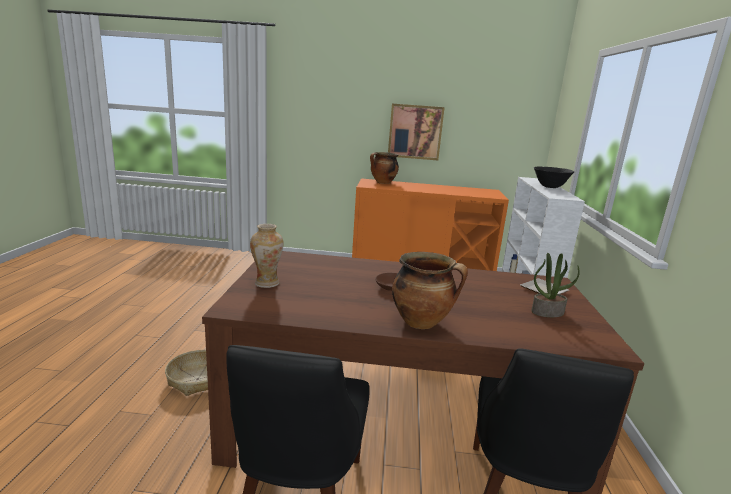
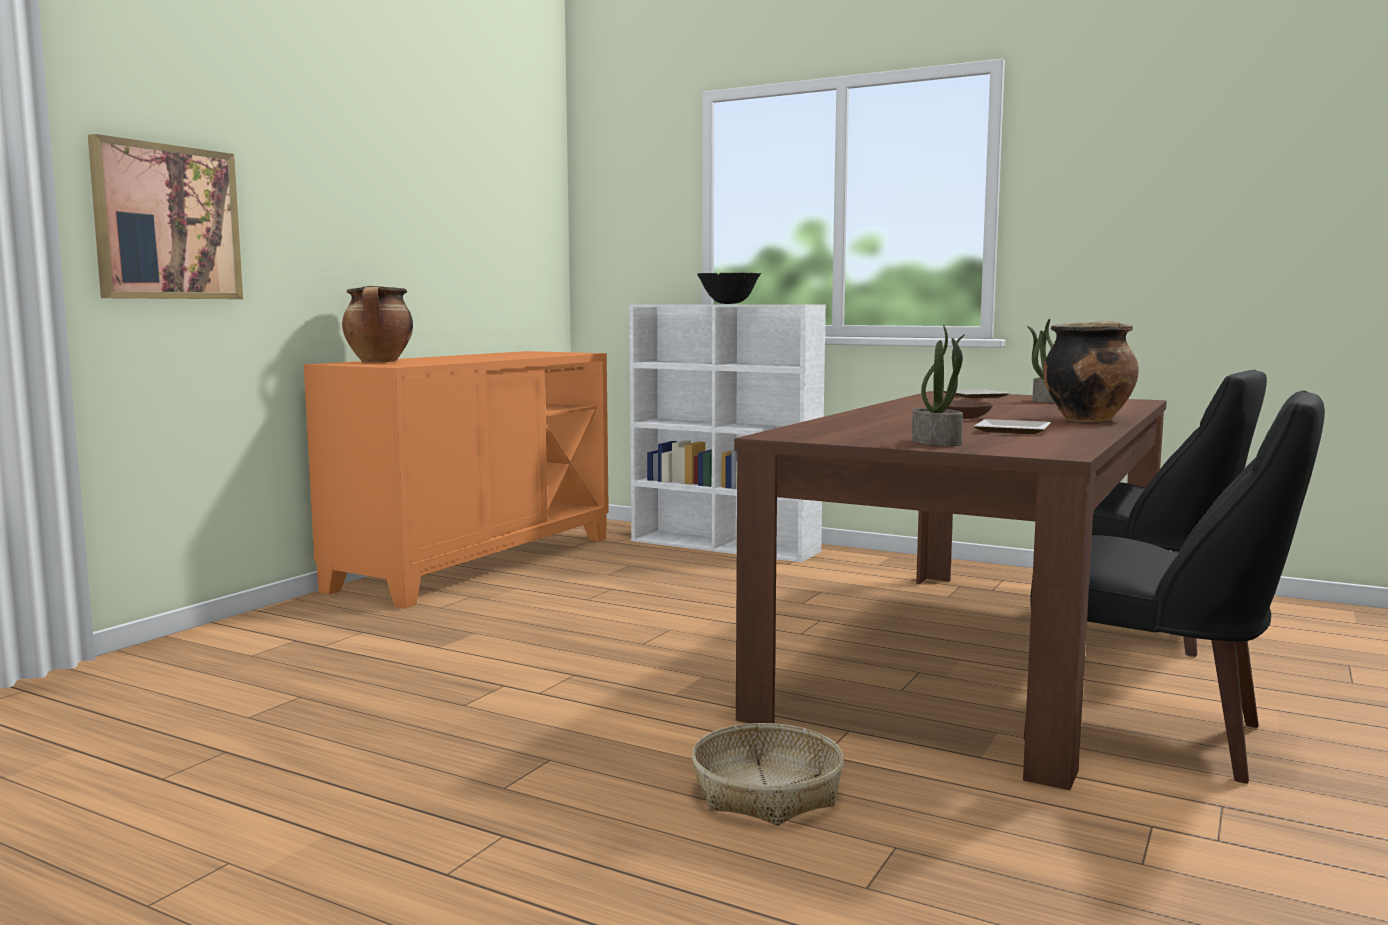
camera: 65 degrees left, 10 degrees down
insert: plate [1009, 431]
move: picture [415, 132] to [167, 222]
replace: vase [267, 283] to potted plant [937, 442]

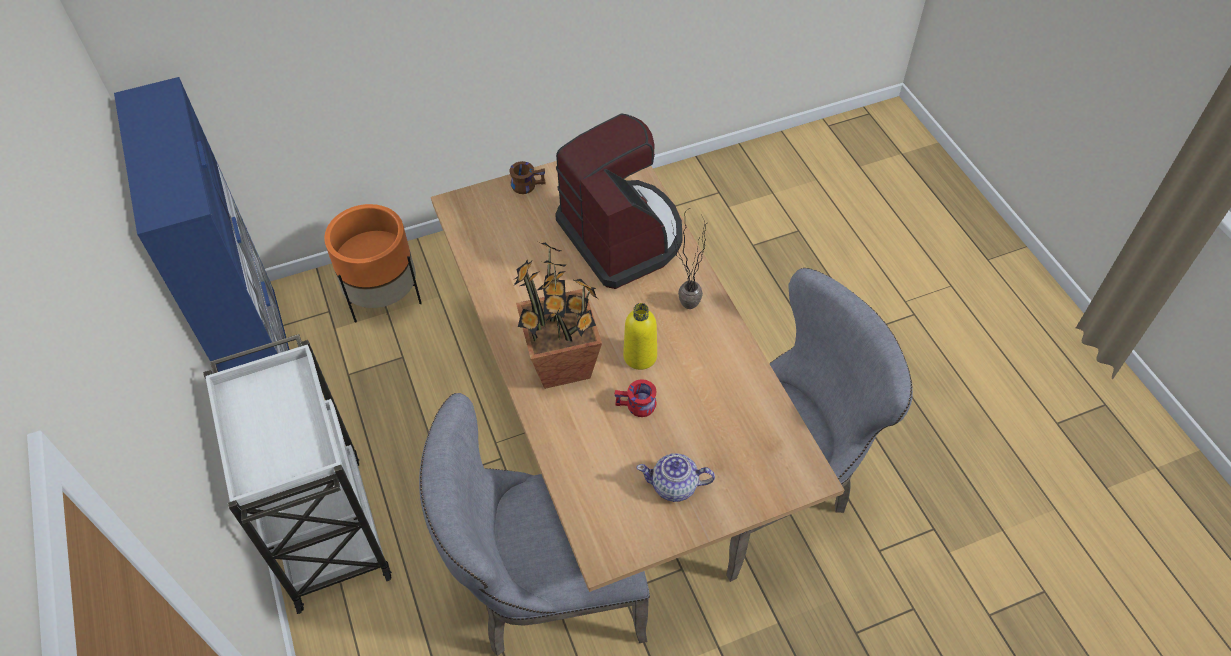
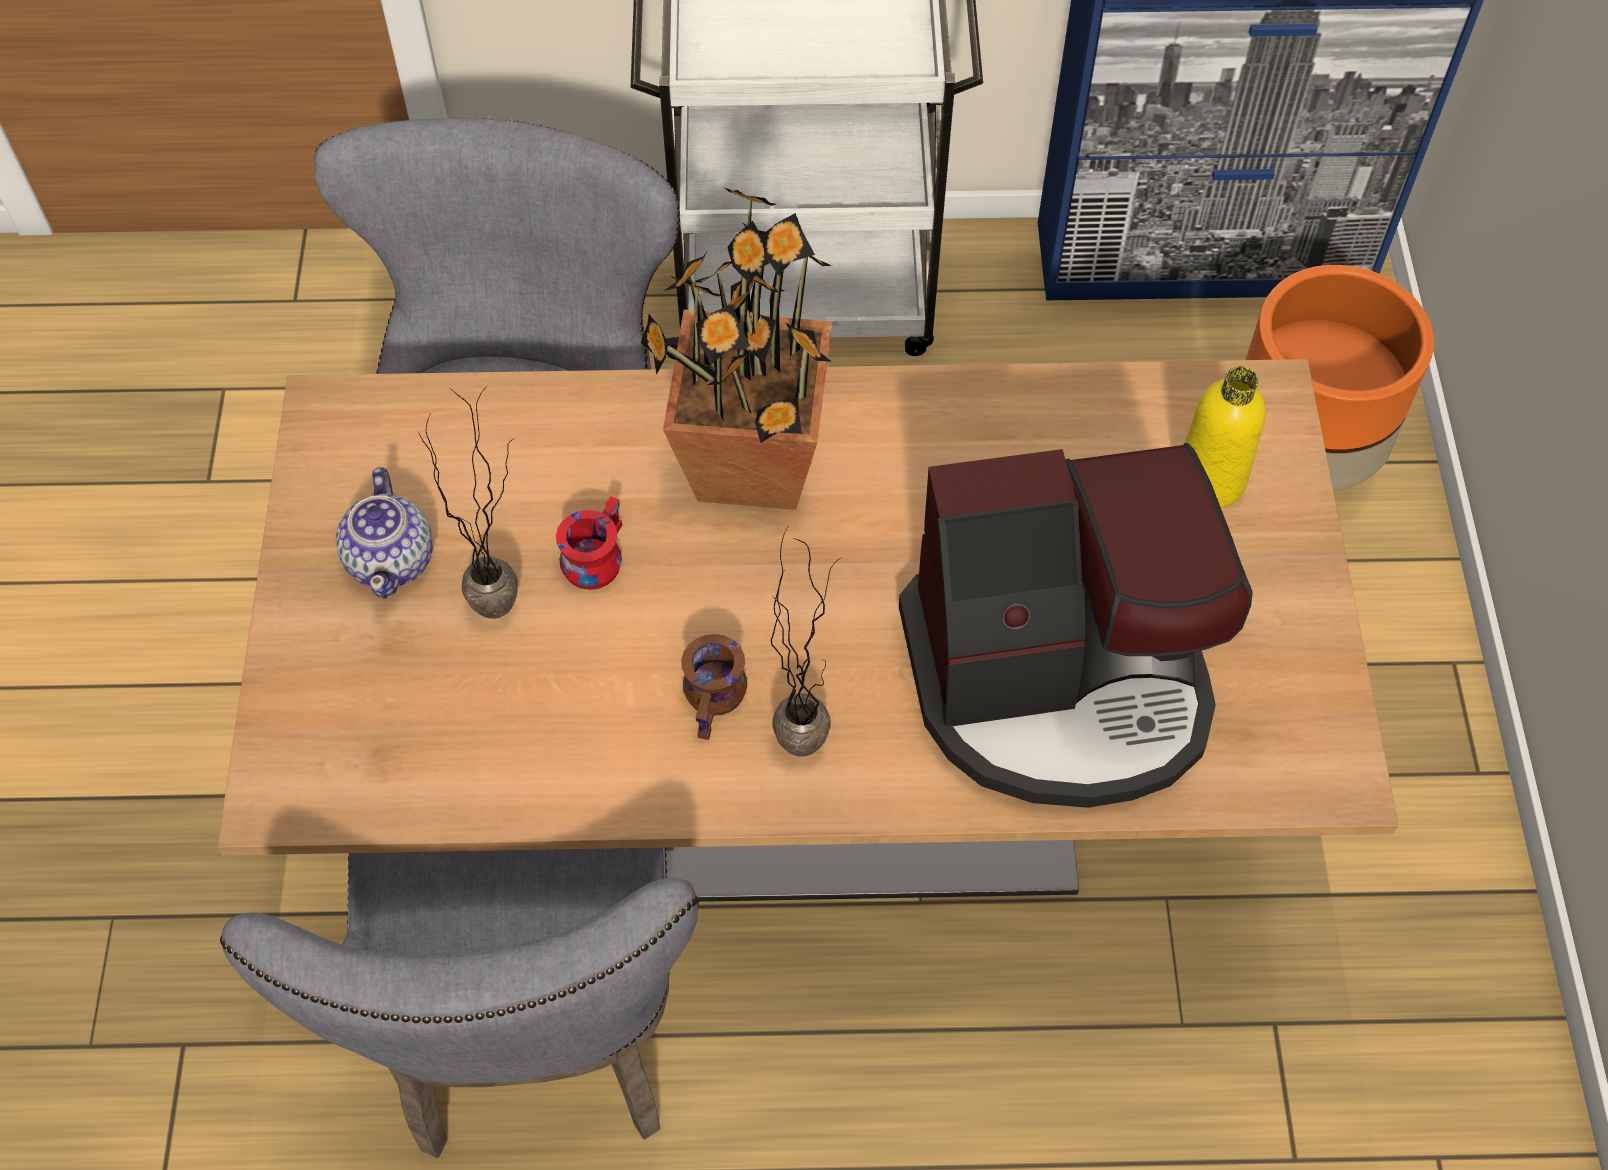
camera: 110 degrees right, 5 degrees up
insert: potted plant [509, 597]
move: brown mug [527, 184] to [718, 699]; yellow bottle [640, 356] to [1210, 480]
rotate: teapot [675, 486] = [392, 559] 150 degrees clockwise

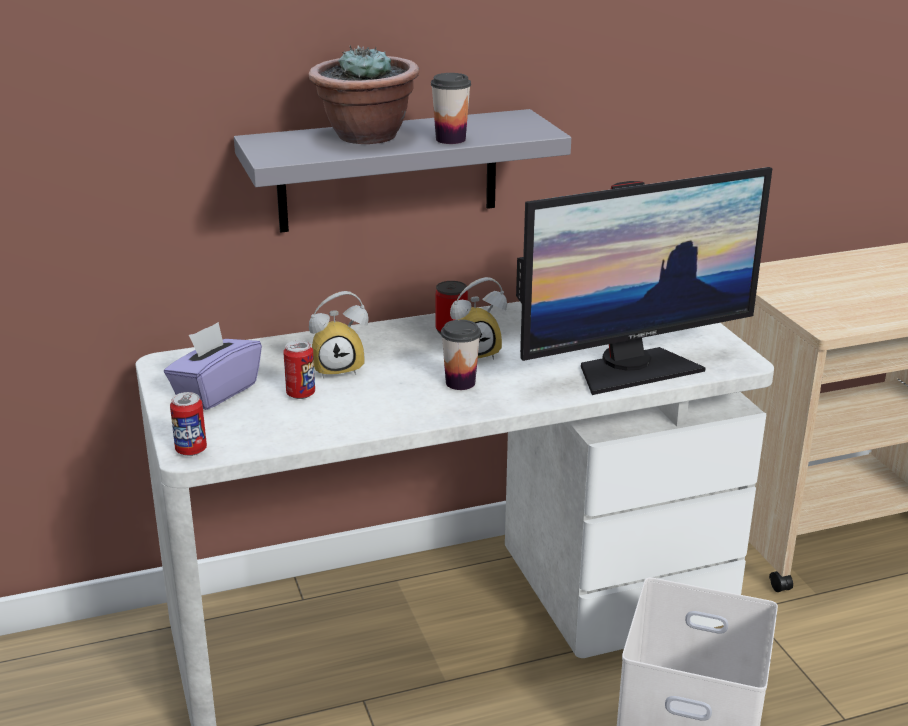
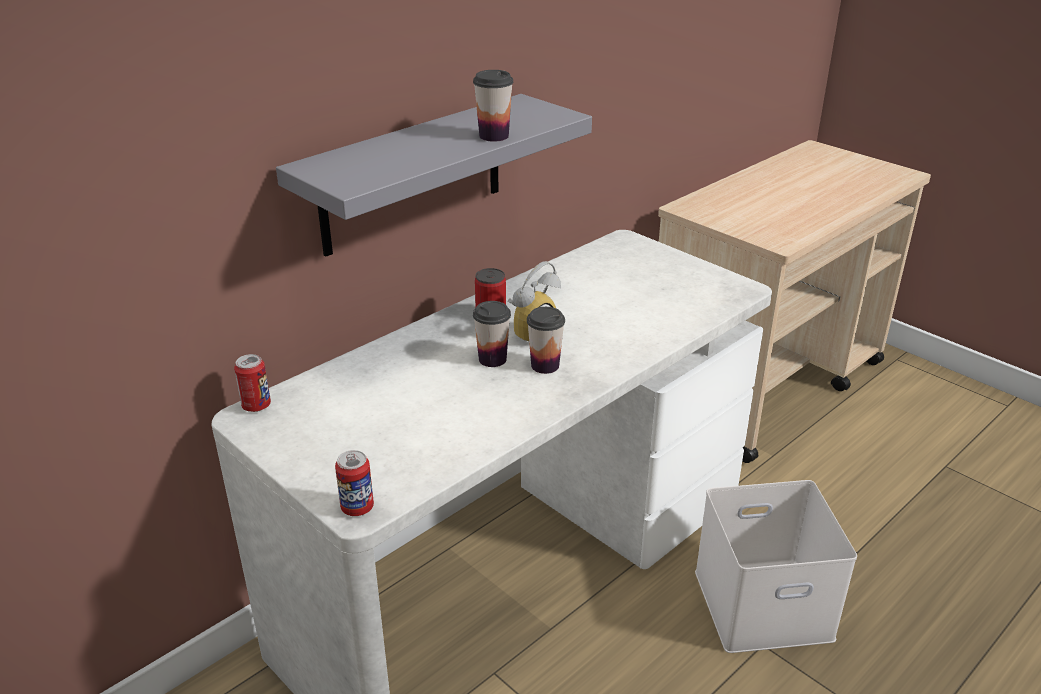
camera: 25 degrees left, 5 degrees up
delete: purple tissue box [215, 391]; potted plant [366, 136]; alarm clock [339, 368]; monitor [632, 368]
insert: cup [492, 359]
move: can [300, 394] to [256, 406]

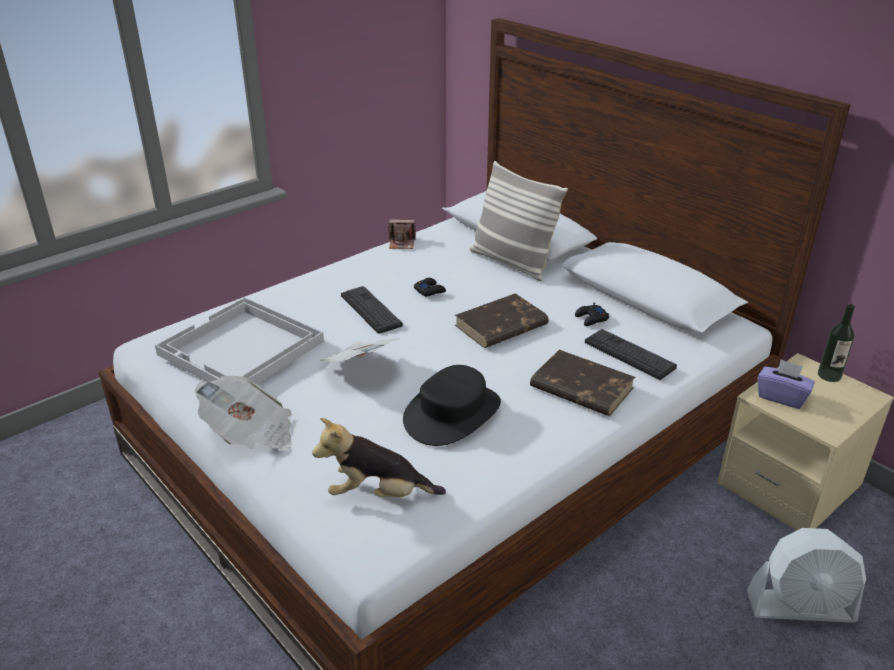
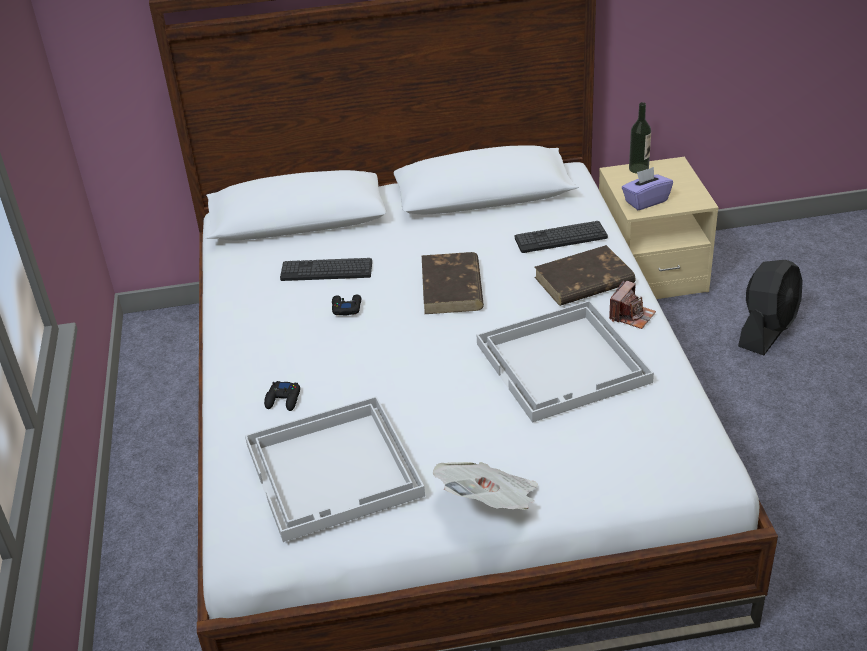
camera: 55 degrees left, 5 degrees up
delete: plush toy [378, 494]; newspaper [360, 367]; pillow [512, 262]
move: keyboard [370, 310] to [326, 270]; photo camera [402, 243] to [631, 315]; black game controller [591, 319] to [283, 400]
replace: black hat [452, 414] to white tray [564, 363]
recolor: white fan [801, 607] to black fan [767, 330]

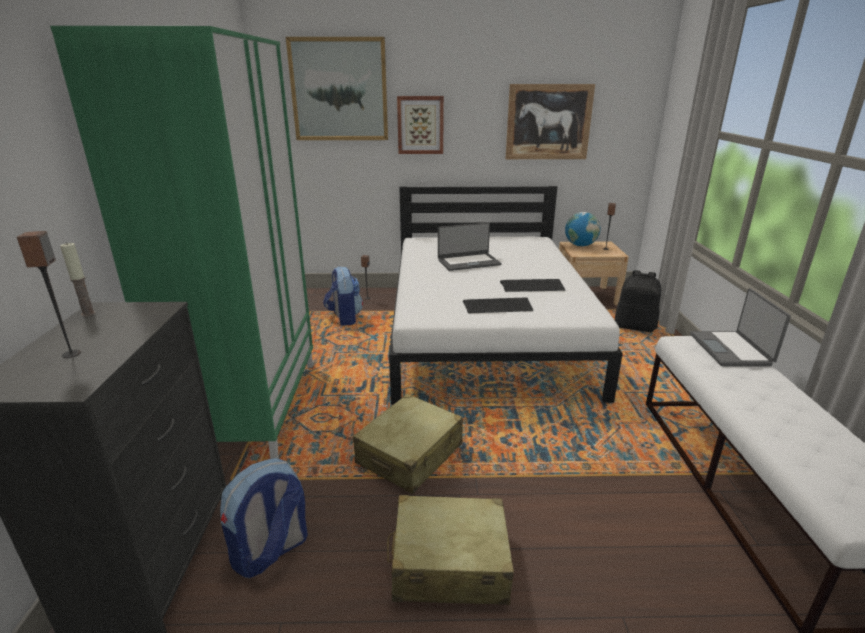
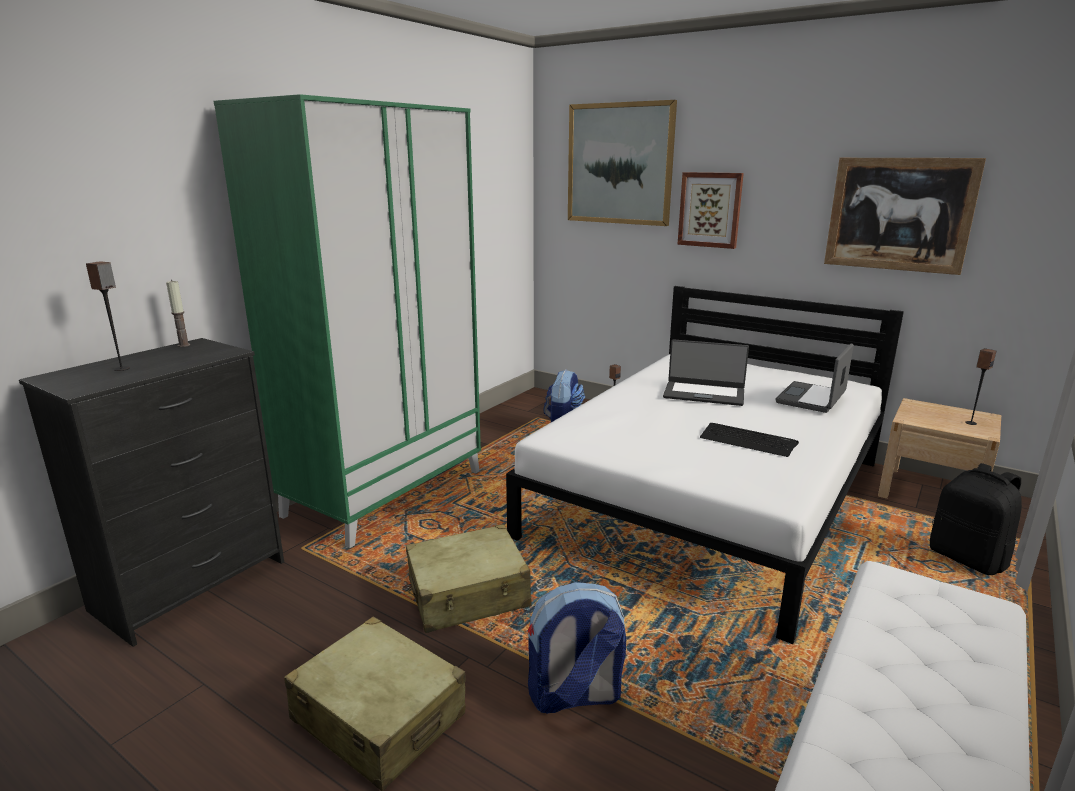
camera: 35 degrees right, 5 degrees down
delete: keyboard [497, 306]; globe [580, 245]
move: backpack [271, 552] to [574, 696]; laptop [731, 350] to [812, 399]

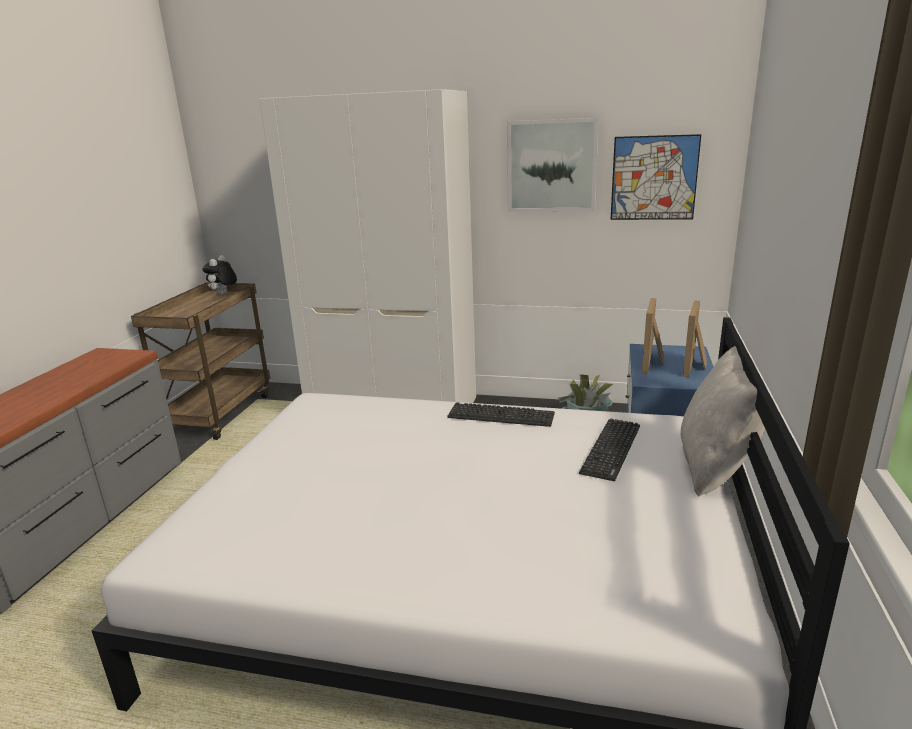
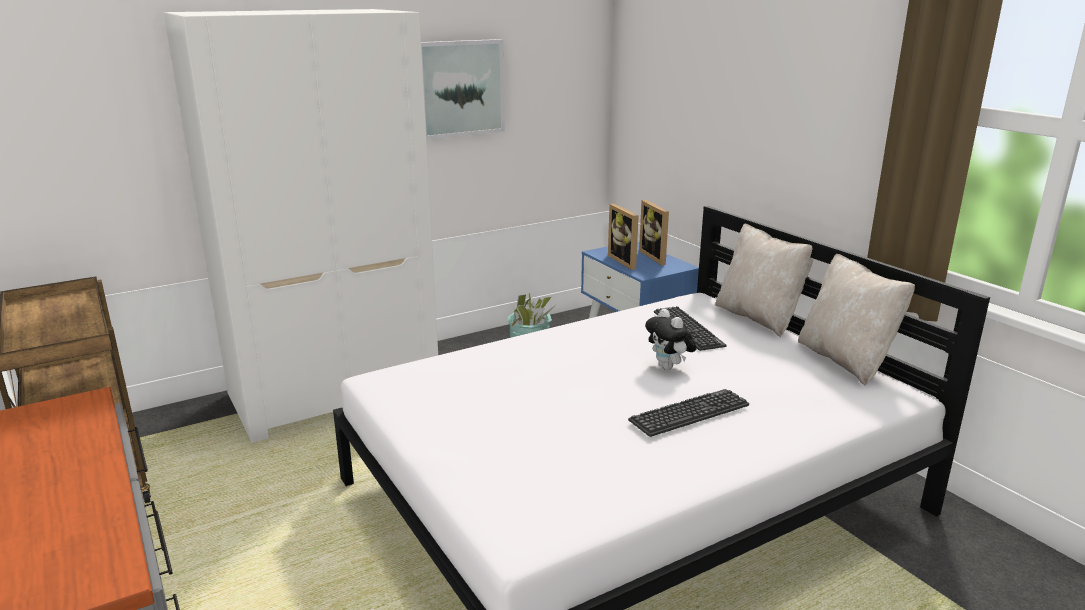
camera: 45 degrees left, 0 degrees up
delete: picture [654, 178]
insert: beige pillow [846, 360]
move: plush toy [223, 294] to [669, 367]; keyboard [500, 416] to [689, 413]

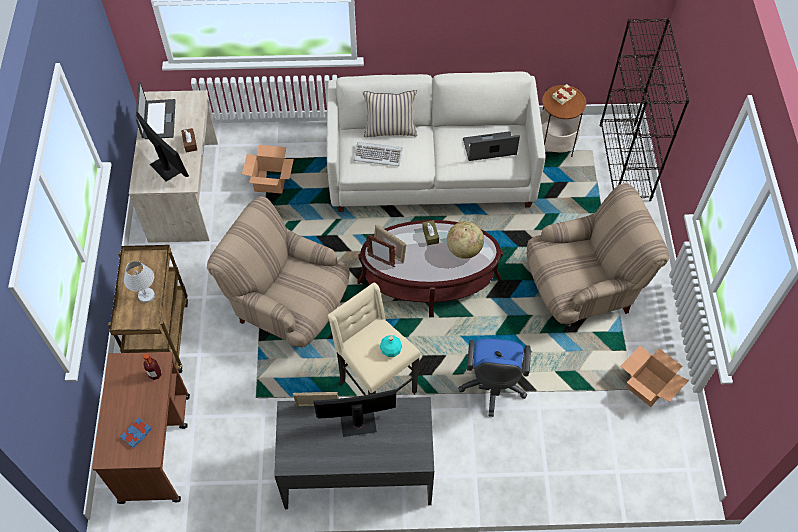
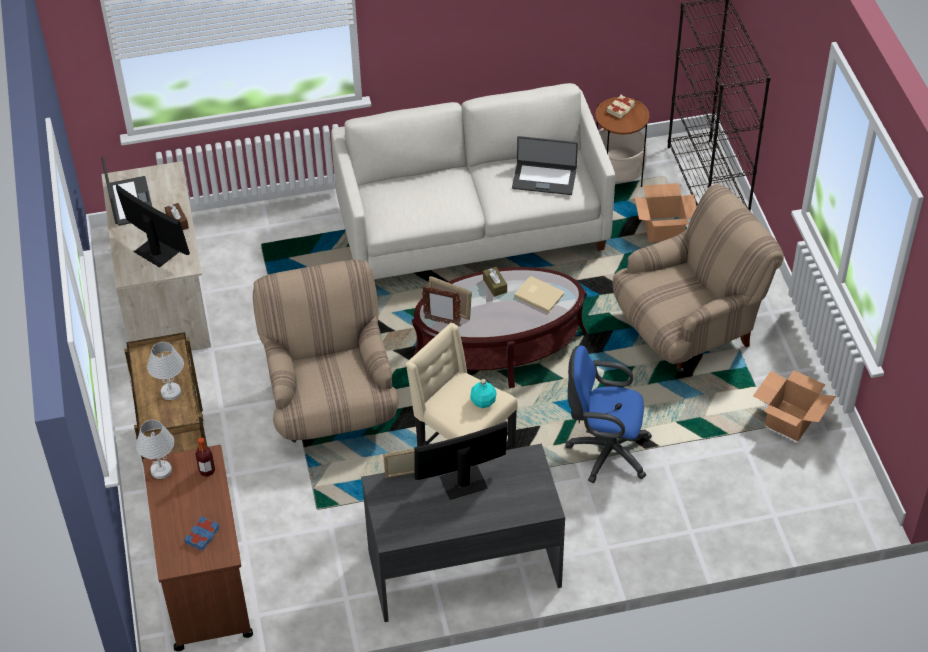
camera: 10 degrees left, 10 degrees down
delete: keyboard [378, 155]; beige pillow [390, 129]
insert: white table lamp [161, 470]
move: cardboard box [270, 182] to [663, 230]
replace: globe [464, 249] to beige book [539, 294]
rotate: beige armchair [288, 306] = [330, 403] 60 degrees clockwise; blue office chair [492, 387] = [604, 451] 105 degrees clockwise; laptop [489, 148] = [544, 178] 150 degrees counterclockwise

